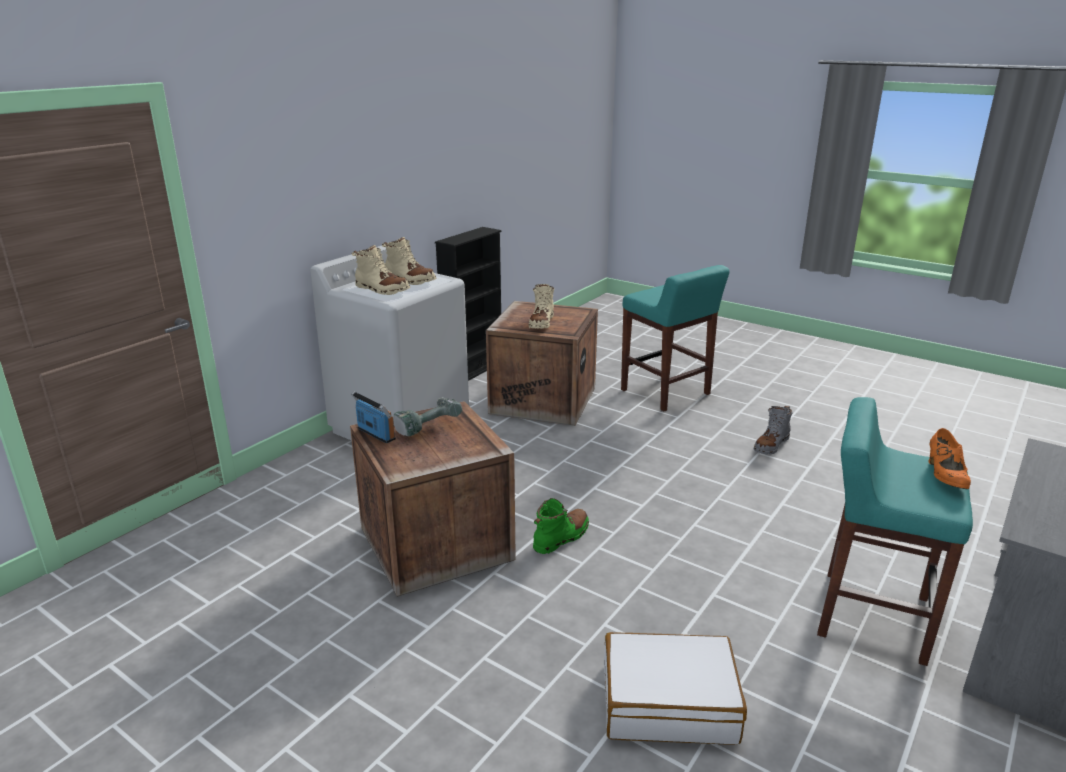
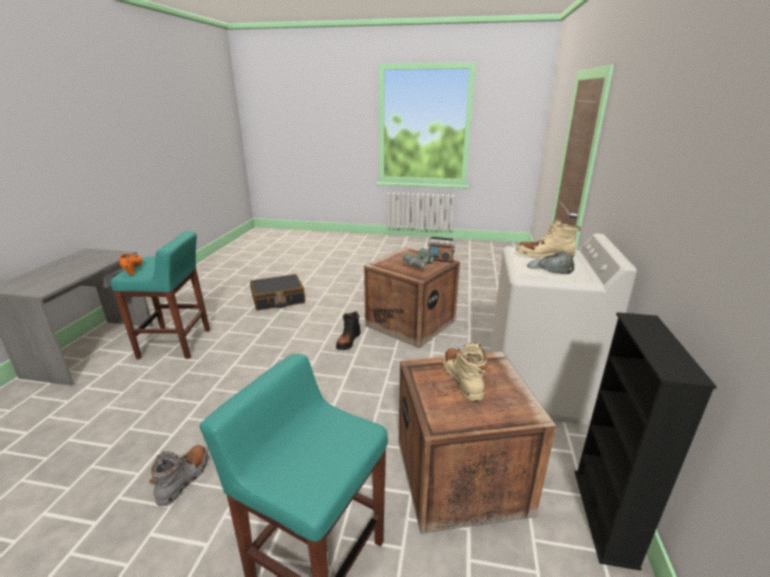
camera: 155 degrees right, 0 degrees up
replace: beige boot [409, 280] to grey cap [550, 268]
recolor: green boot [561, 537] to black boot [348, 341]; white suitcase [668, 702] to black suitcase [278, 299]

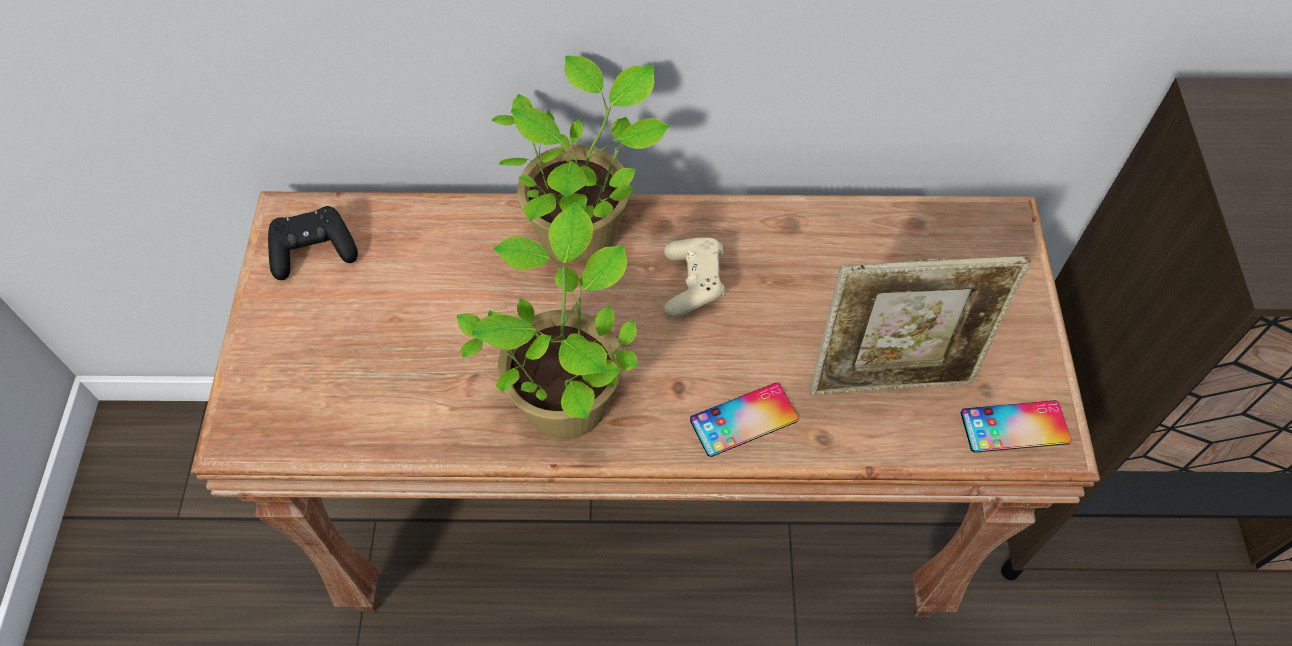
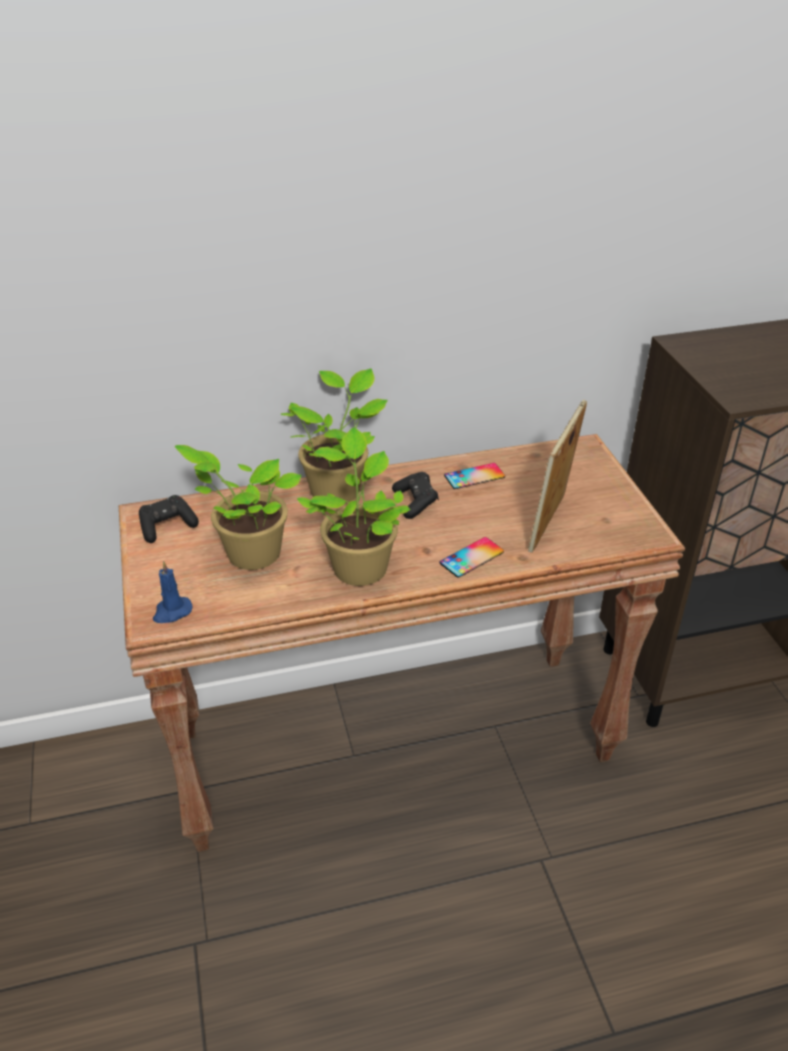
camera: 15 degrees left, 20 degrees down
insert: blue candle [172, 612]; potted plant [249, 553]
move: phone [1014, 427] to [474, 476]
recolor: beige game controller [693, 284] to black game controller [415, 503]
rotate: picture frame [891, 380] = [550, 525] 135 degrees clockwise

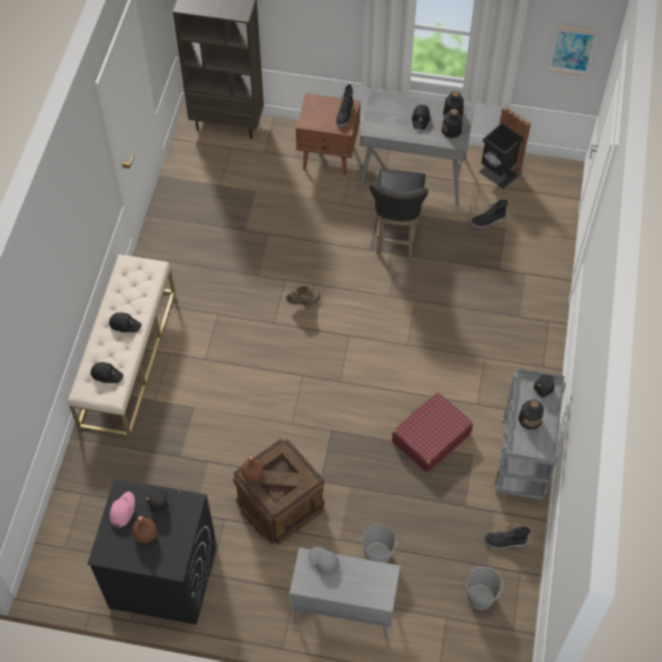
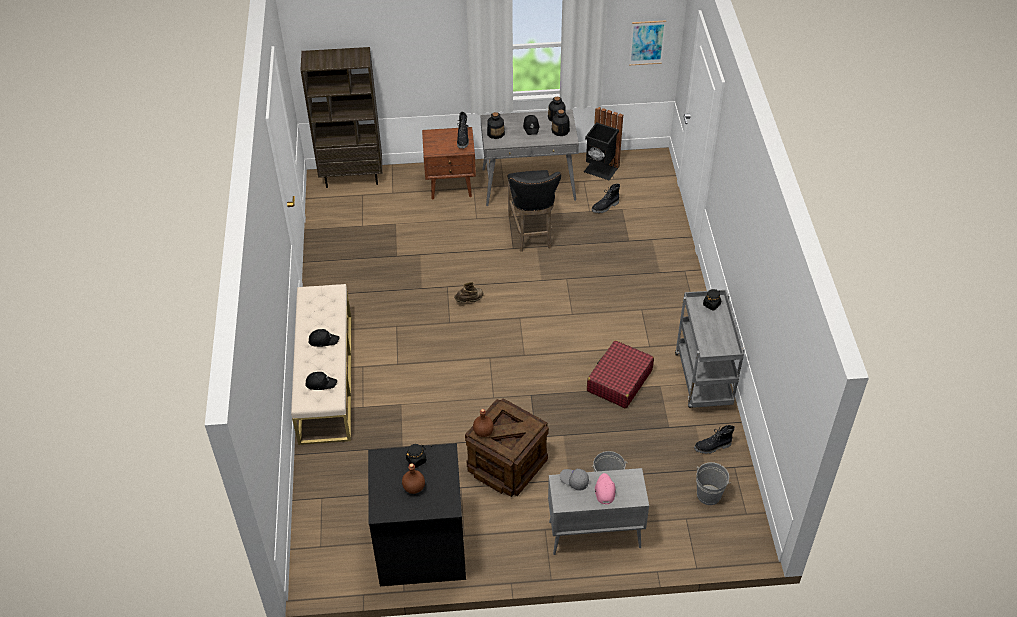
camera: 15 degrees left, 10 degrees down
move: pink cap [122, 511] to [604, 490]; bottle [530, 419] to [496, 133]

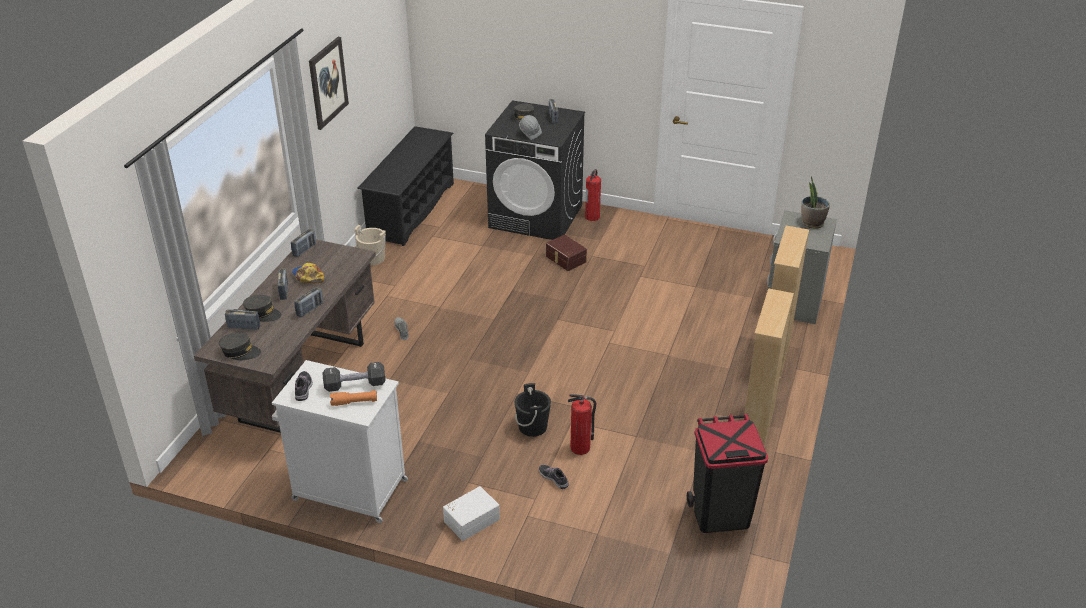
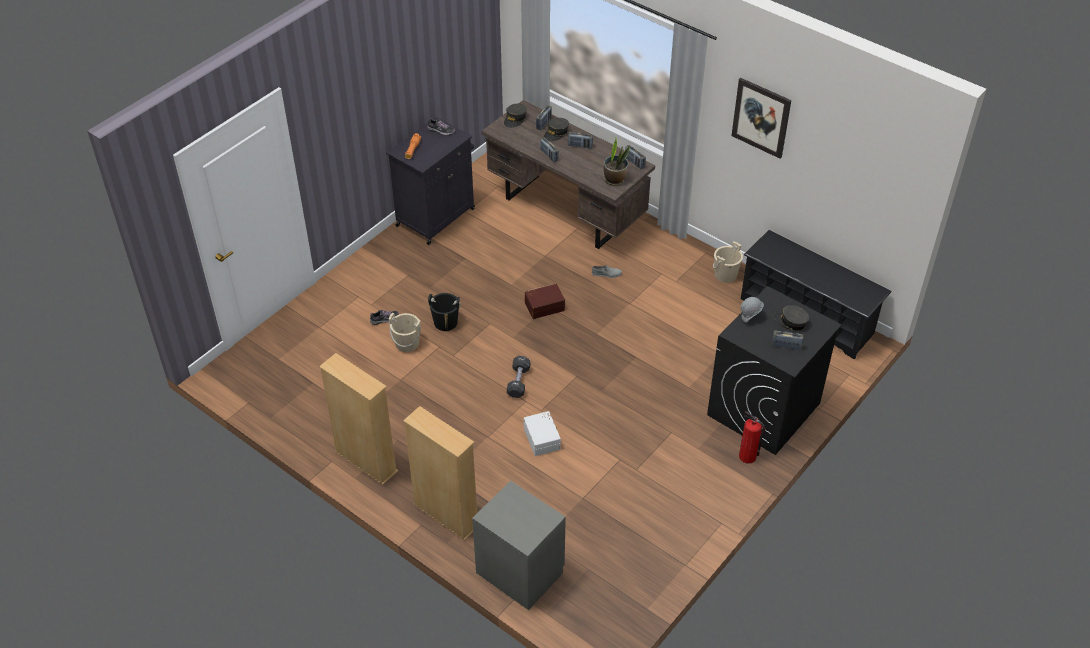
camera: 110 degrees right, 10 degrees up
delete: cap [308, 276]; black trash can [720, 514]
move: black dumbbell [355, 385] to [518, 382]; white storage box [471, 519] to [542, 438]; brown storage box [565, 259] to [544, 306]; potted plant [812, 223] to [615, 179]
replace: fire extinguisher [580, 448] to beige bucket [407, 343]
recolor: white cabinet [348, 490] to black cabinet [436, 216]

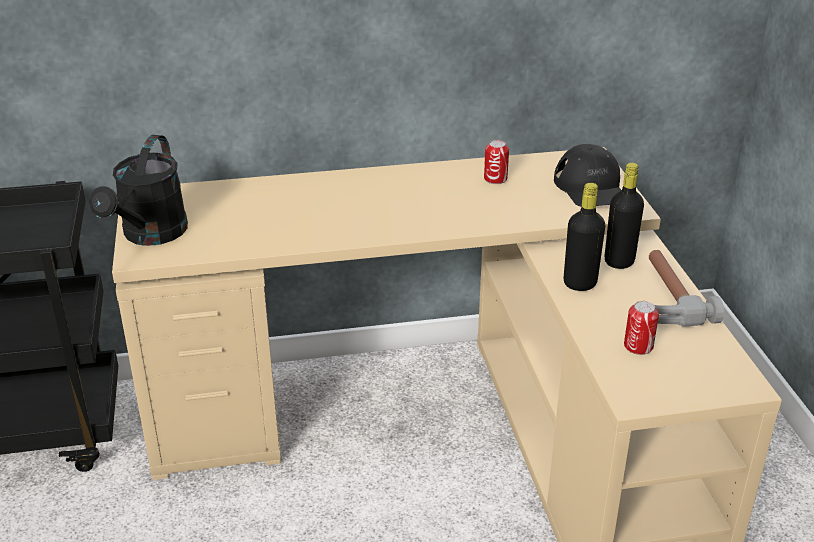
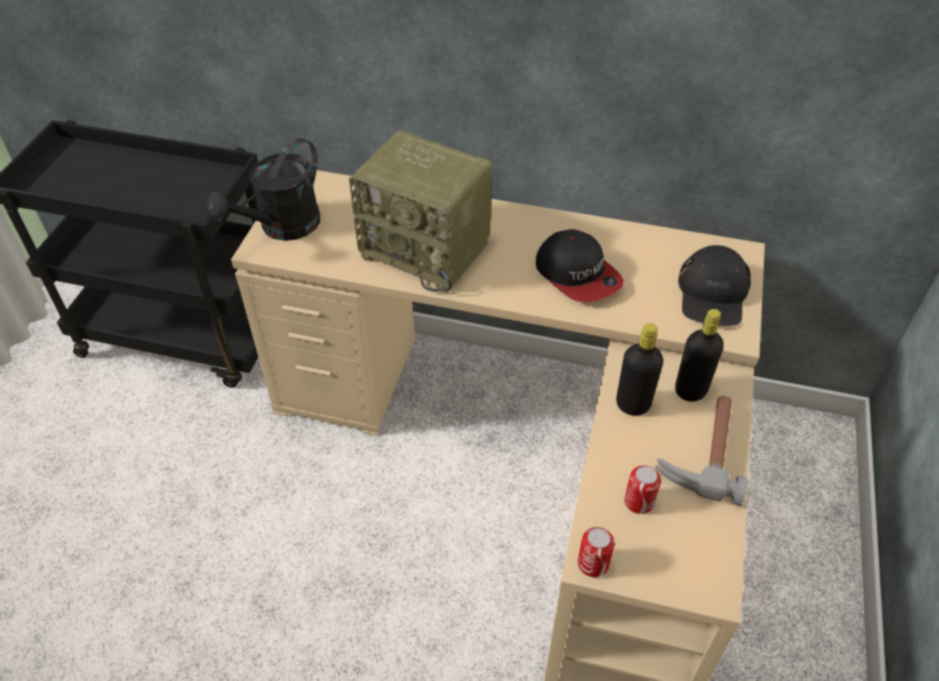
camera: 25 degrees right, 15 degrees up
insert: radio [428, 249]; cap [578, 274]
move: can [495, 179] to [593, 563]

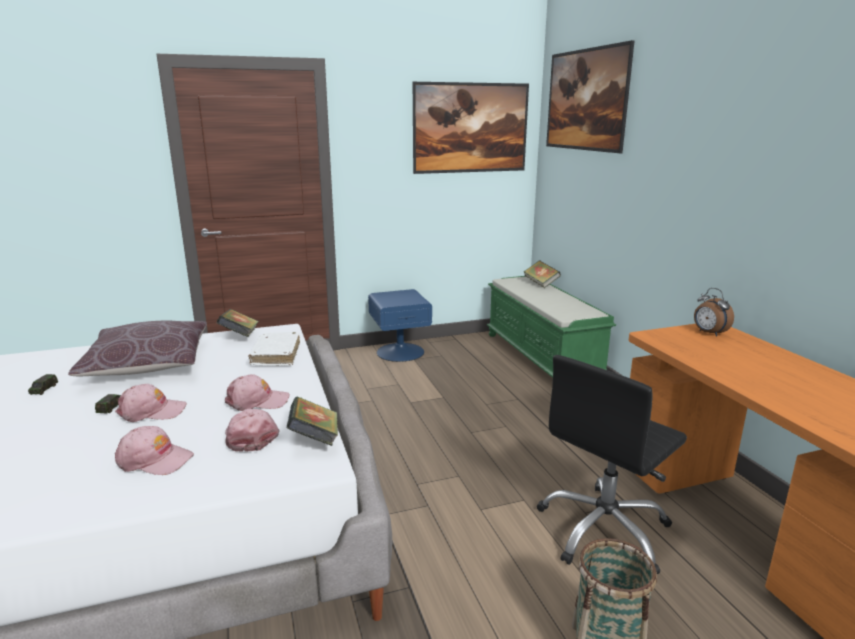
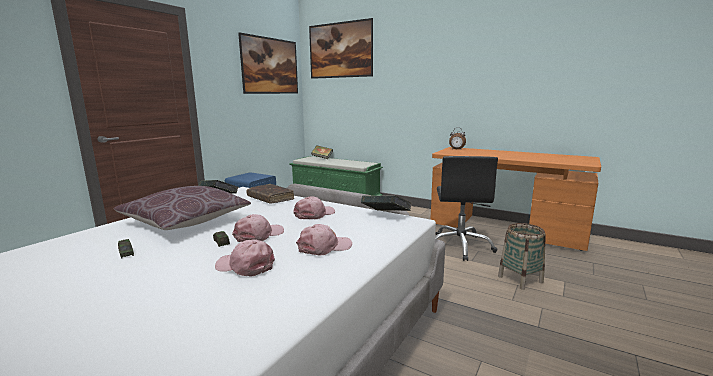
camera: 40 degrees left, 5 degrees down
move: pink cap [250, 436] to [246, 266]
recolor: white book [276, 355] to brown book [270, 198]

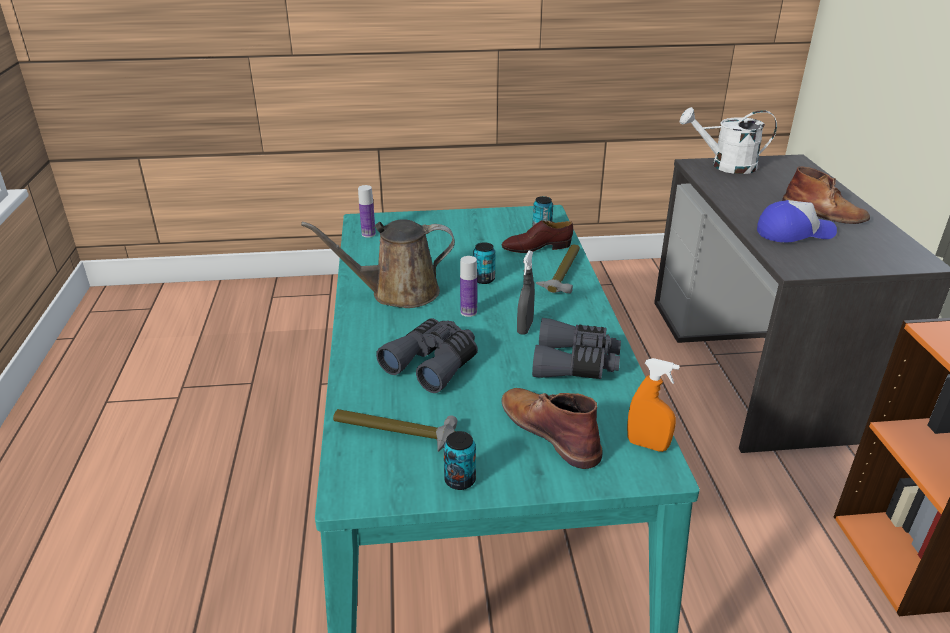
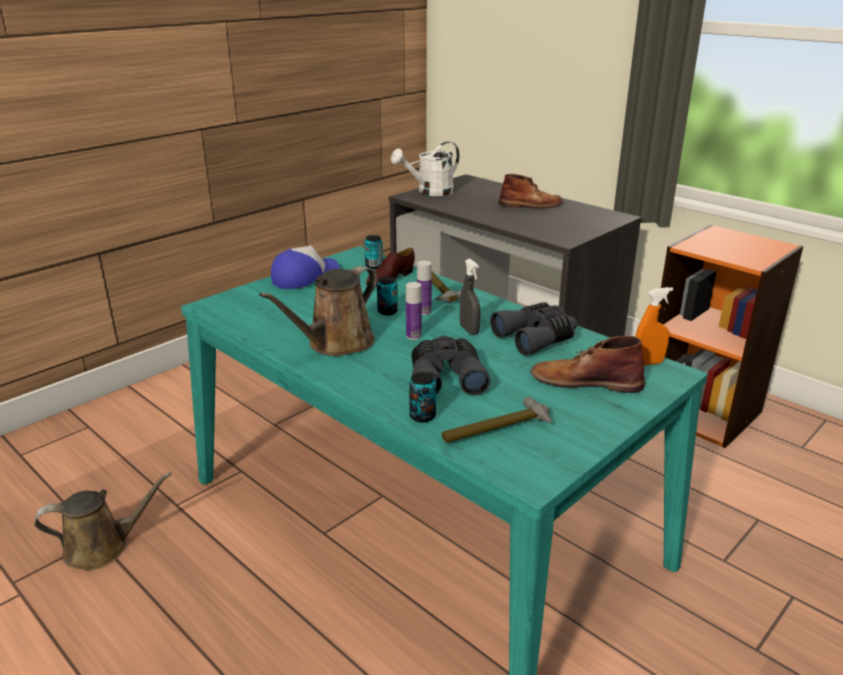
camera: 40 degrees left, 5 degrees down
insert: brown watering can [103, 547]
move: bottle [368, 234] to [424, 312]; can [460, 480] to [422, 416]; cap [794, 232] to [305, 277]

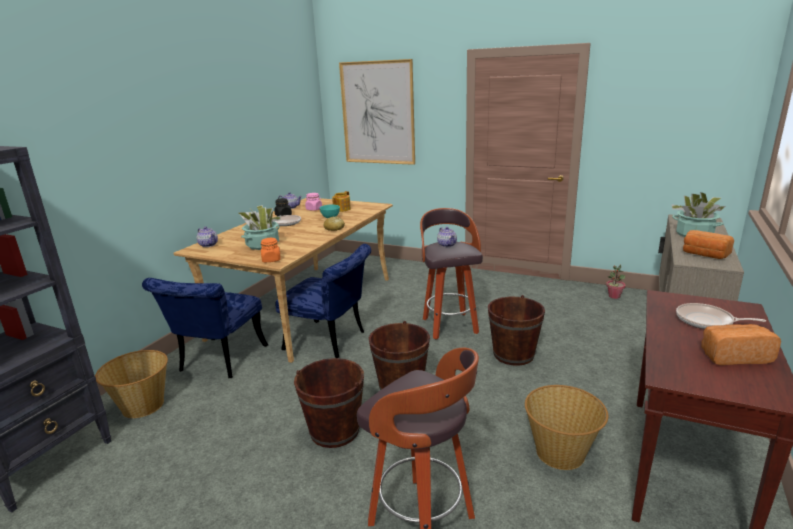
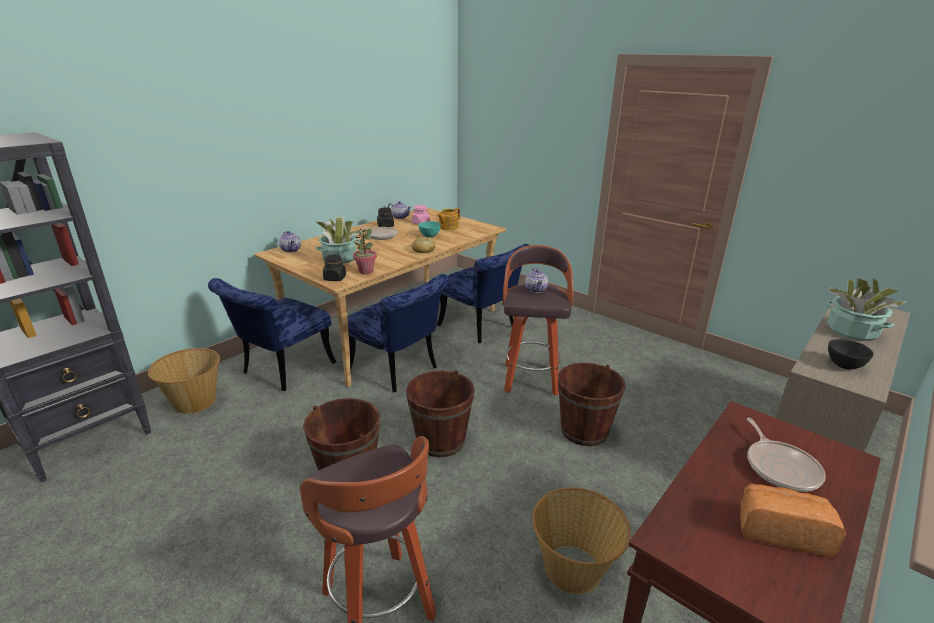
camera: 15 degrees right, 5 degrees up
delete: picture [378, 113]
insert: blue chair [482, 328]
move: potted plant [614, 296] to [366, 271]
replace: bread [704, 255] to black bowl [844, 365]
recolor: orange jar [271, 260] to black jar [335, 278]
rotate: frying pan [707, 321] = [780, 467] 135 degrees counterclockwise

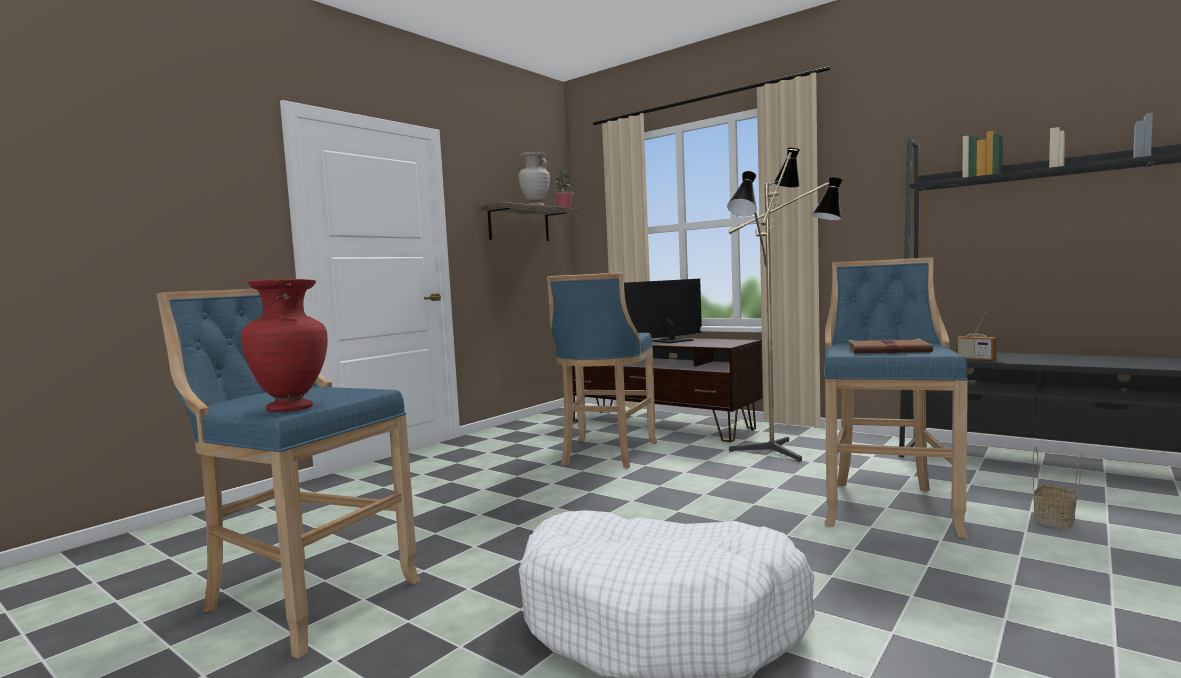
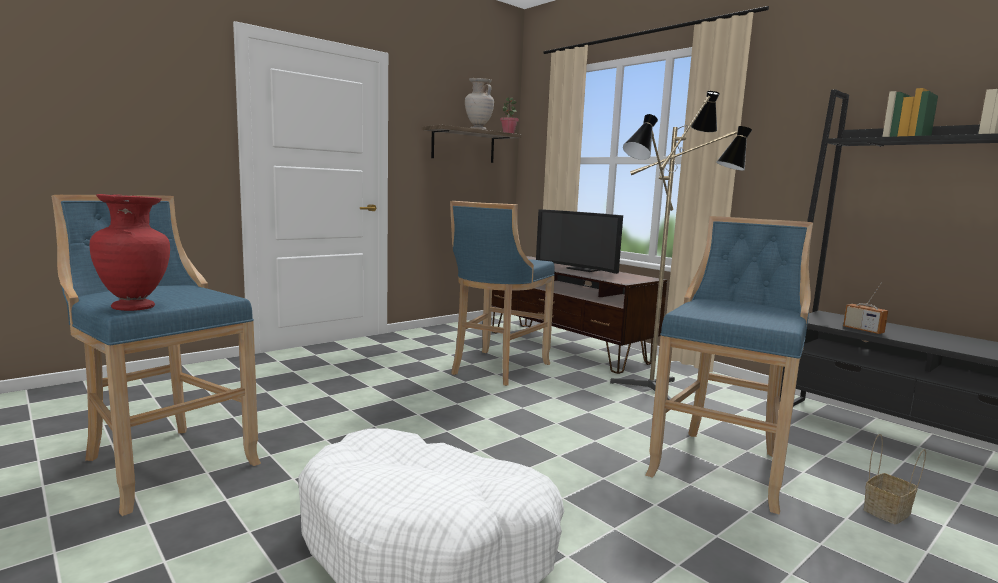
camera: 10 degrees right, 5 degrees up
delete: brown book [889, 350]
rotate: television [669, 340] = [582, 269] 120 degrees counterclockwise

